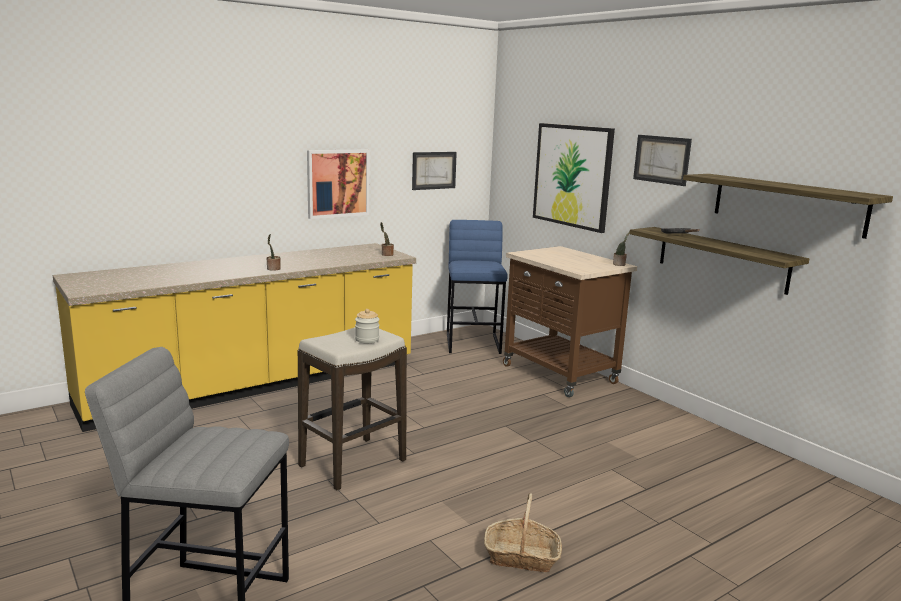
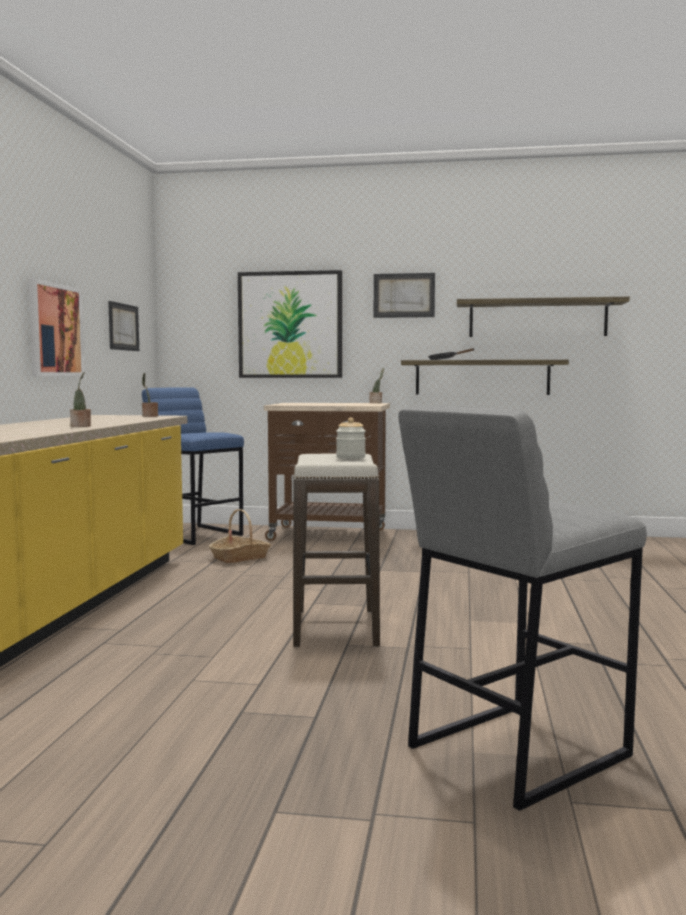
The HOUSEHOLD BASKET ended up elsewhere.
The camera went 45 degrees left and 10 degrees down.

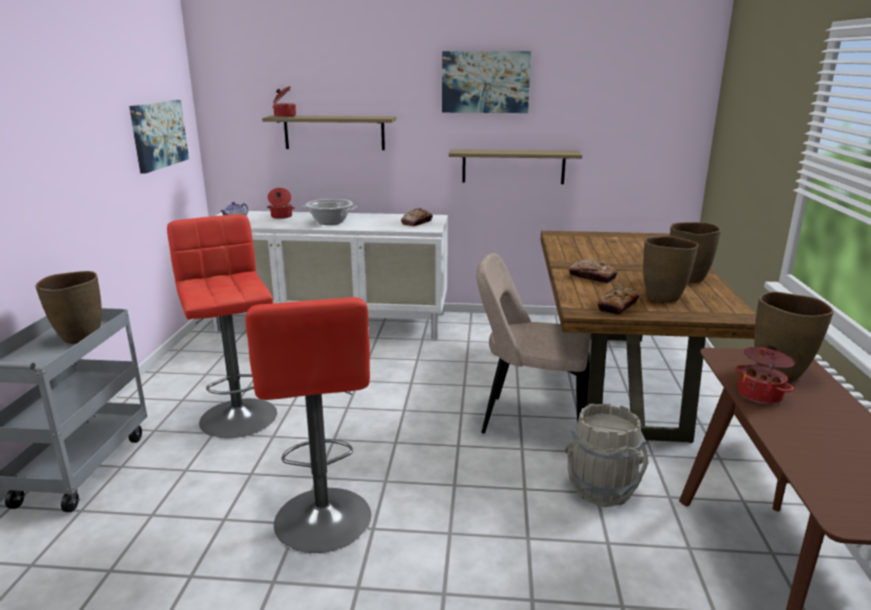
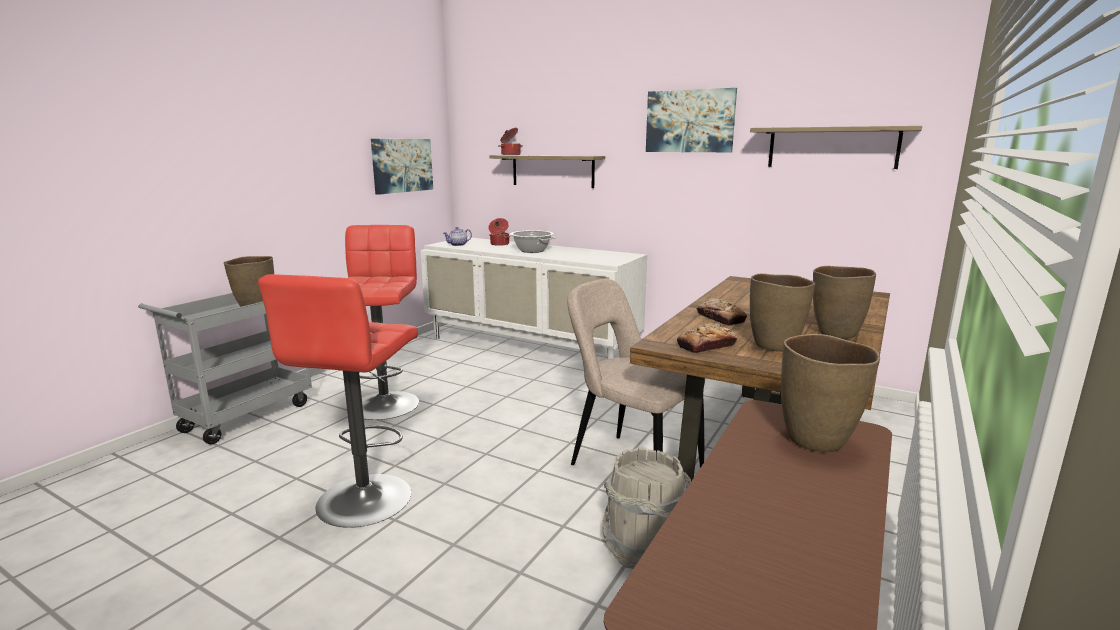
The second view lost the BAKERY BREAD (no. 1 from left).
The second view lost the STOCKPOT (no. 4 from left).
The WALL SHELF (no. 2 from left) ended up elsewhere.
The camera went 25 degrees right and 5 degrees down.

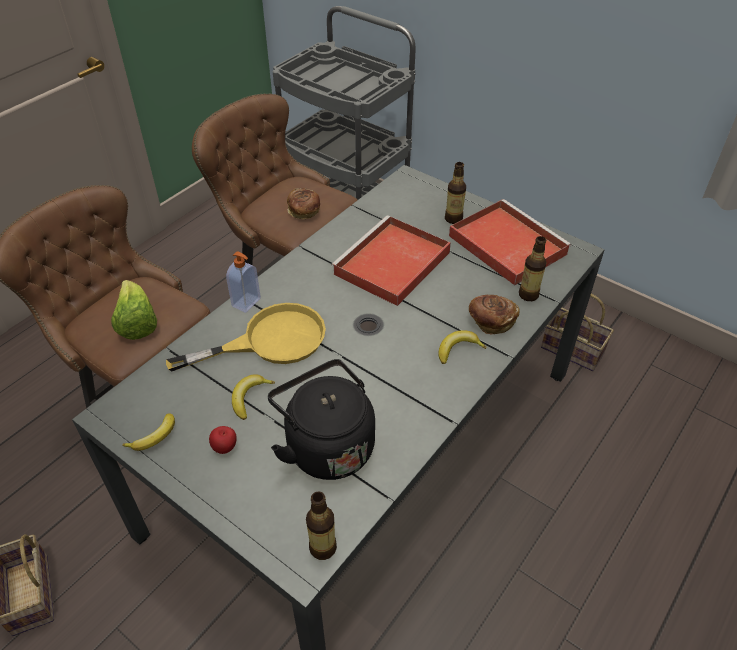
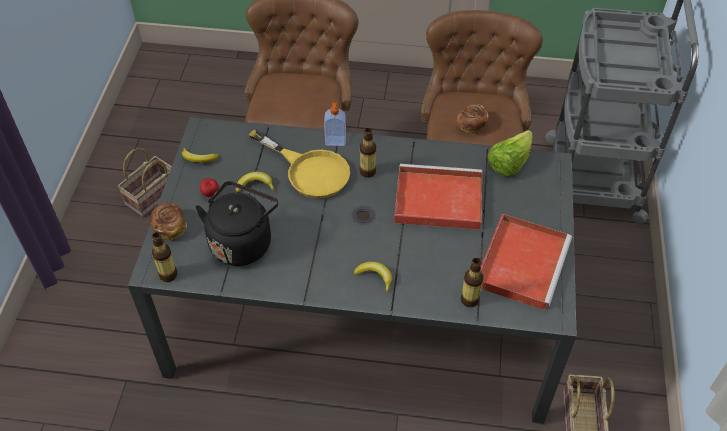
The LETTUCE ended up elsewhere.
The DRINK BOTTLE (no. 2 from left) ended up elsewhere.
The BAKERY BREAD (no. 2 from left in the first image) ended up elsewhere.
The camera went 60 degrees right and 5 degrees up.

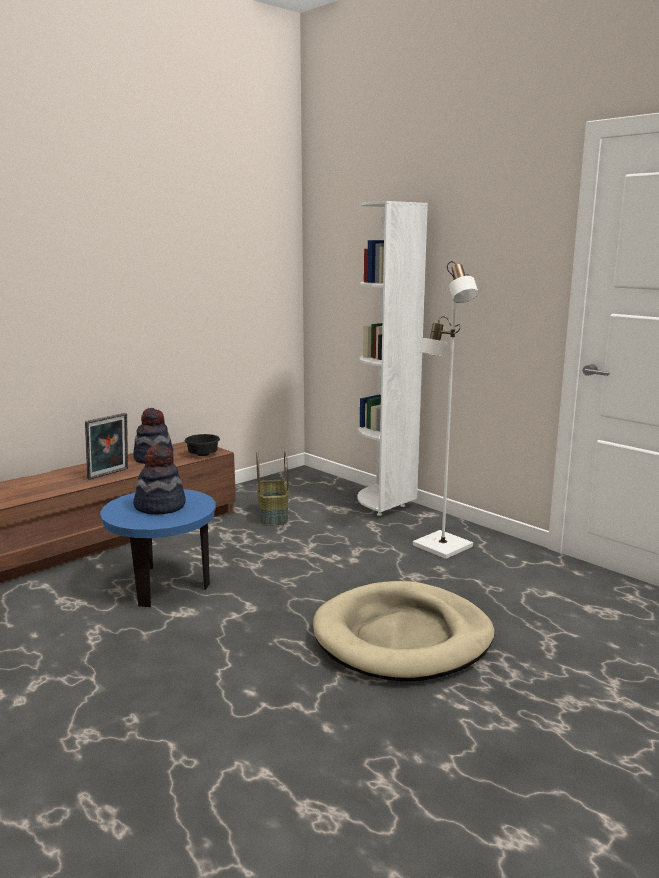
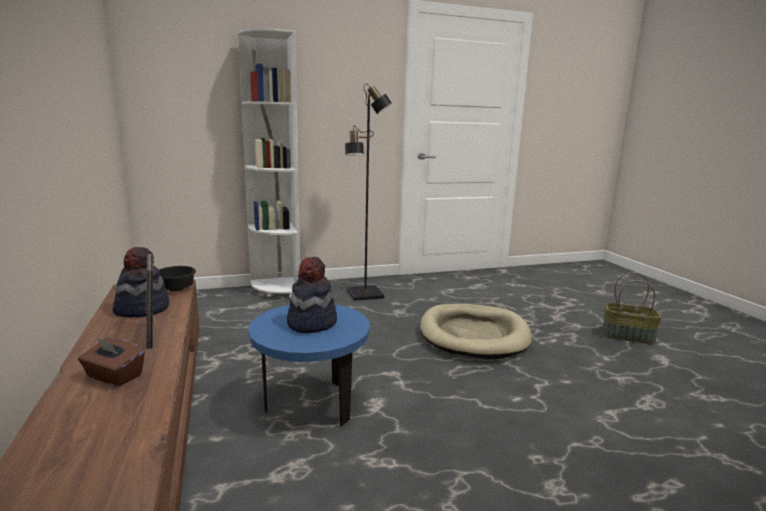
The second view gained the BROWN-COLOURED BOX OF TISSUES.
The HOUSEHOLD BASKET ended up elsewhere.
What was the WHITE-COLOURED FLOOR LAMP turned into the BLACK-COLOURED FLOOR LAMP.
The camera went 65 degrees left and 0 degrees up.

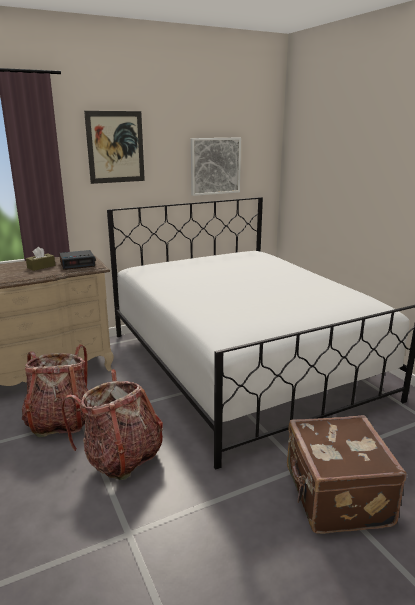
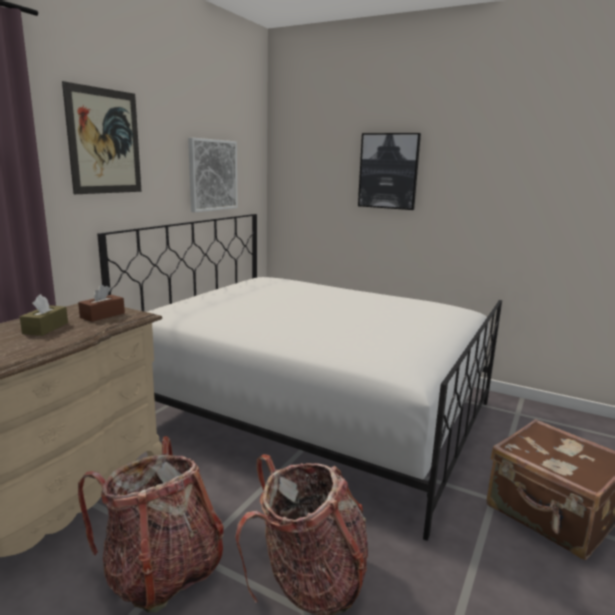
The second view gained the PICTURE (no. 3 from left).
Where the TABLE CLOCK stood, the BROWN-COLOURED BOX OF TISSUES (no. 2 from left) came to stand.
The camera went 35 degrees left and 5 degrees down.

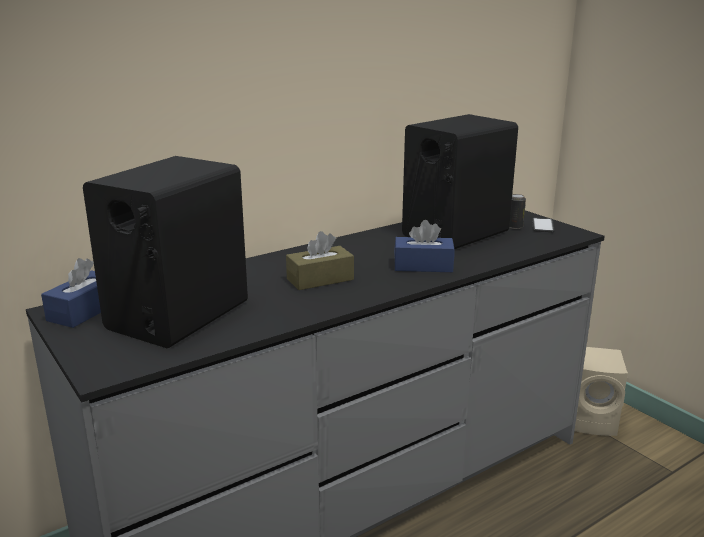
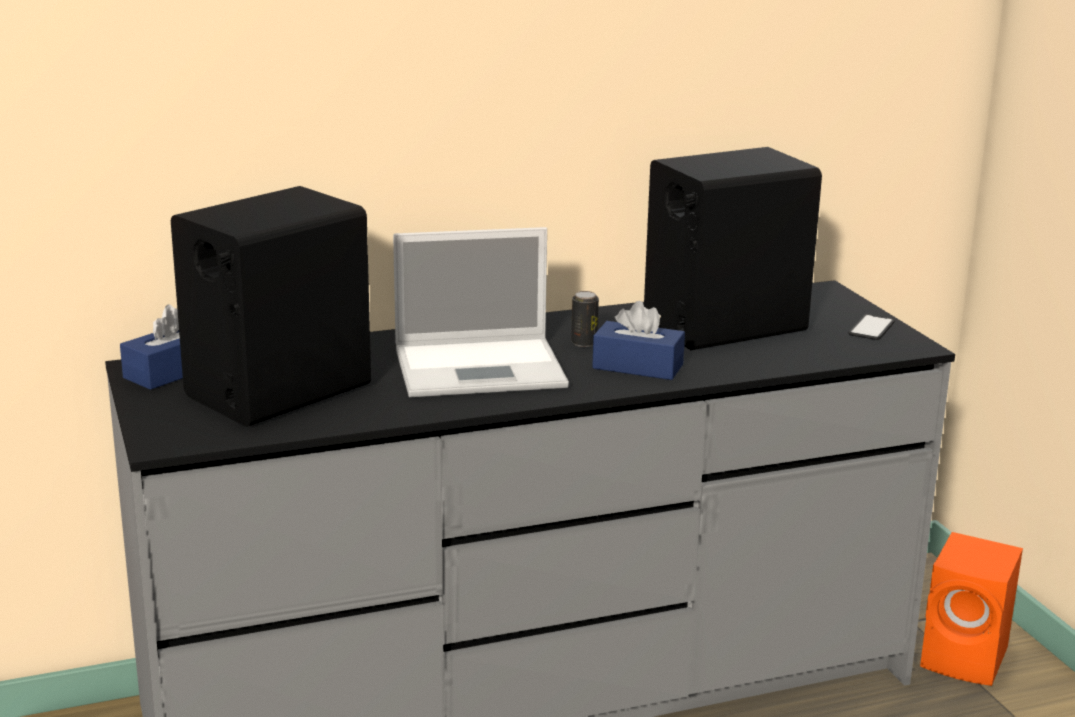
The METAL CAN ended up elsewhere.
Where the BROWN-COLOURED BOX OF TISSUES stood, the NOTEBOOK COMPUTER came to stand.
What was the BEIGE-COLOURED AUDIO SPEAKER turned into the ORANGEY AUDIO SPEAKER.
The camera went 15 degrees right and 0 degrees up.

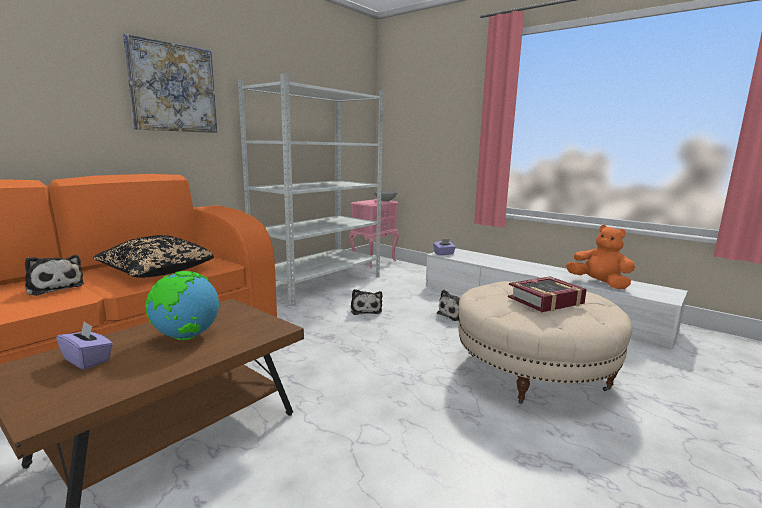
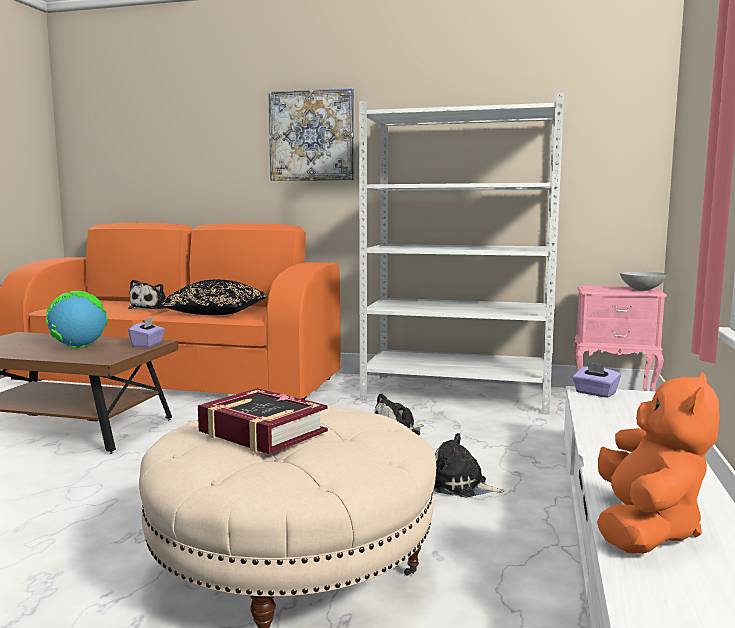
The PURPLISH BOX OF TISSUES (no. 1 from left) ended up elsewhere.
The camera went 65 degrees right and 5 degrees down.

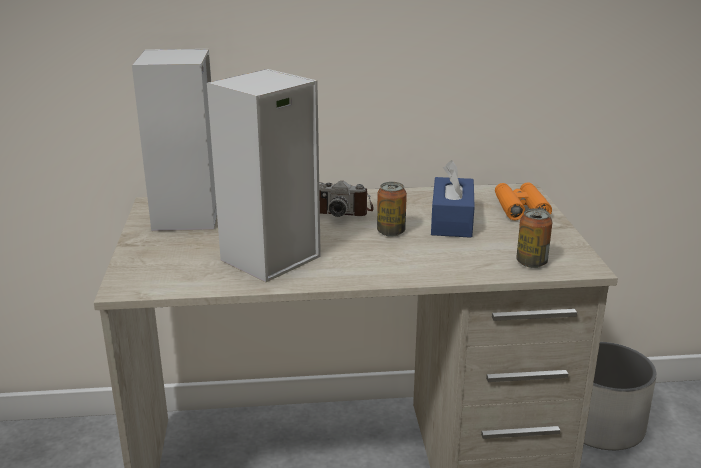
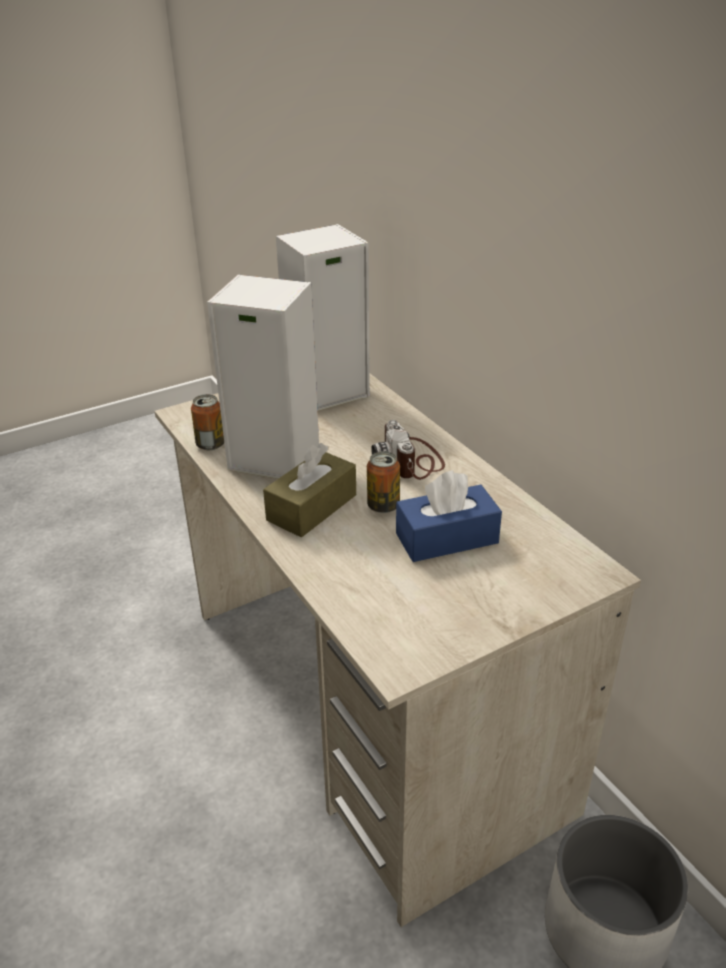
The second view lost the ORANGEY FIELD GLASSES.
The second view gained the BROWN-COLOURED BOX OF TISSUES.
The METAL CAN (no. 2 from left in the first image) ended up elsewhere.
The camera went 65 degrees right and 10 degrees up.

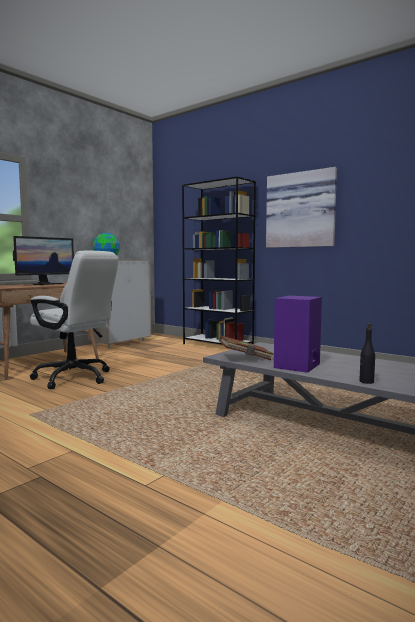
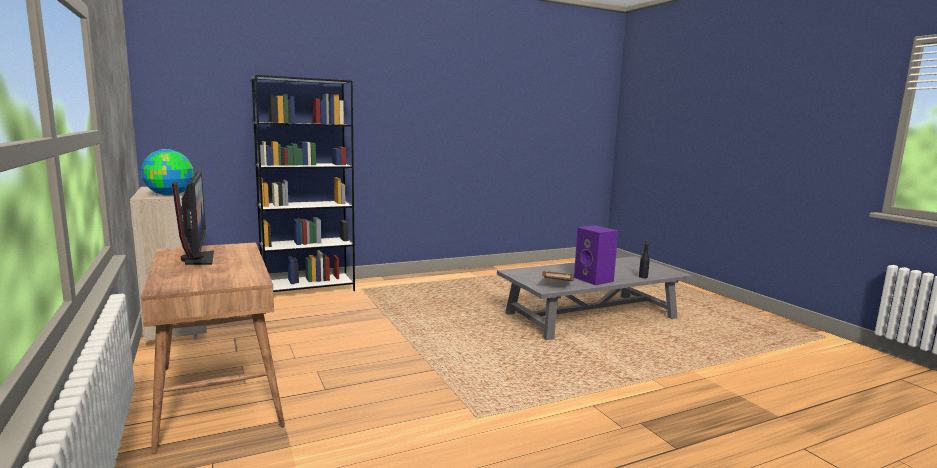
The second view lost the WHITE-COLOURED OFFICE CHAIR.
The second view lost the PICTURE.
The camera went 65 degrees left and 5 degrees up.

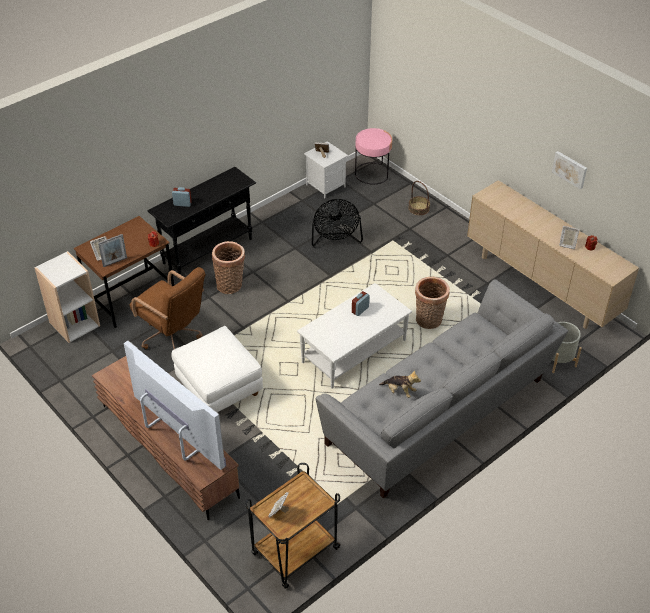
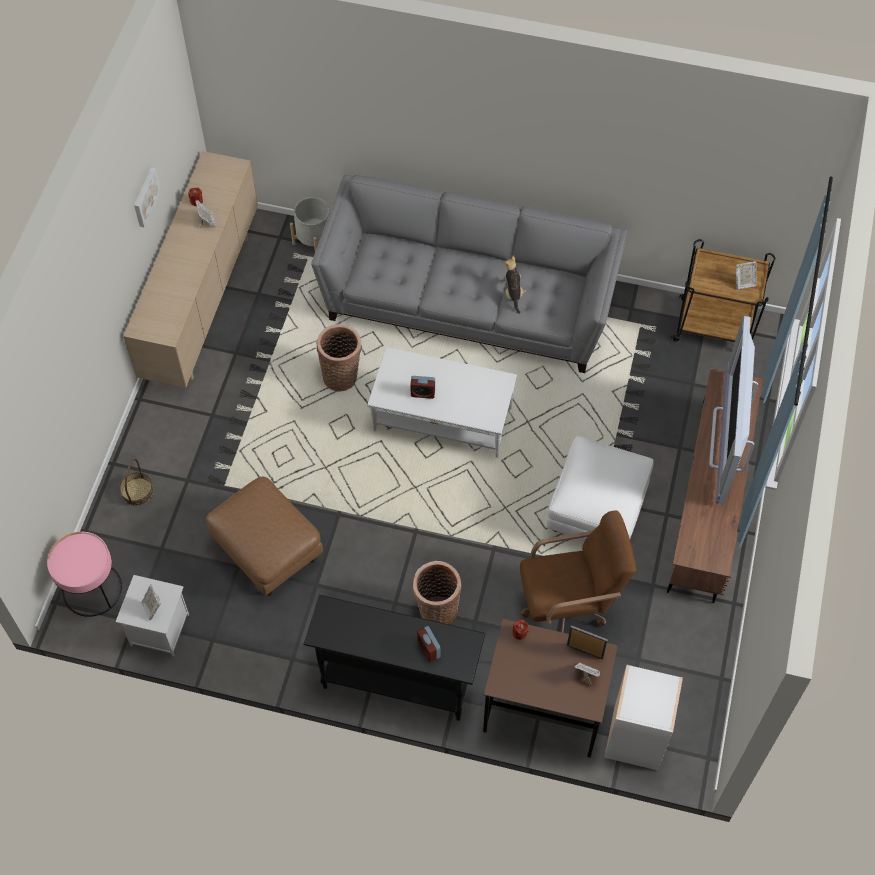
Where the BLACK-COLOURED FAN stood, the BROWN-COLOURED OTTOMAN came to stand.
The BROWN-COLOURED OFFICE CHAIR ended up facing another way, 75 degrees clockwise from before.
The camera went 125 degrees left and 15 degrees up.

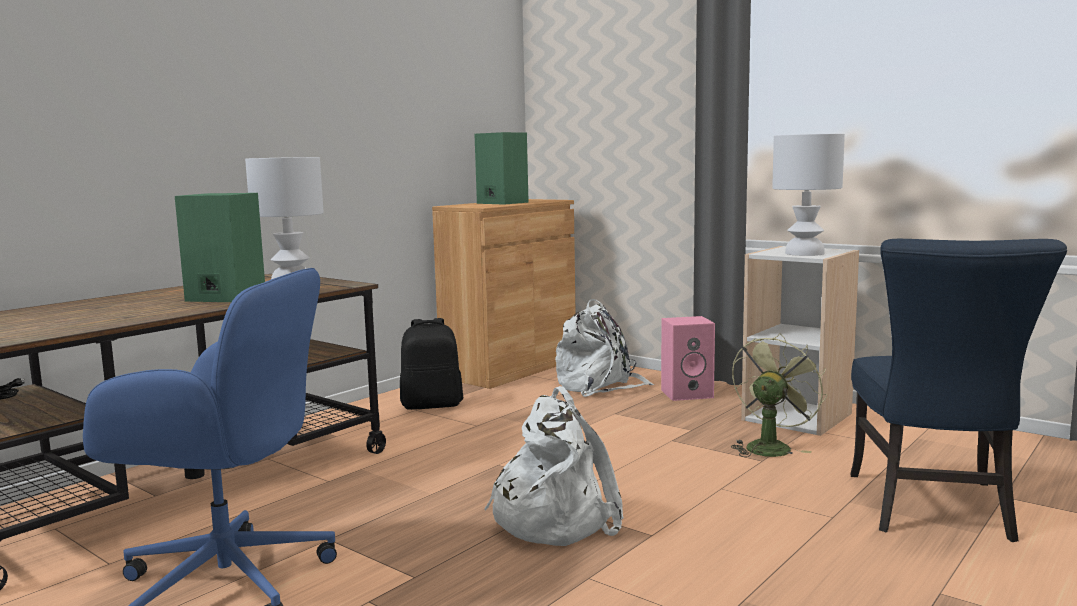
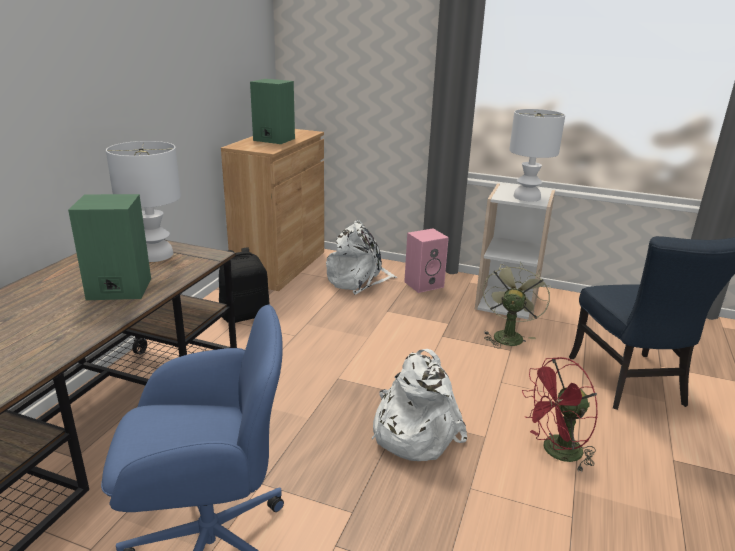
The second view gained the RED-COLOURED FAN.
The camera went 20 degrees left and 15 degrees up.

